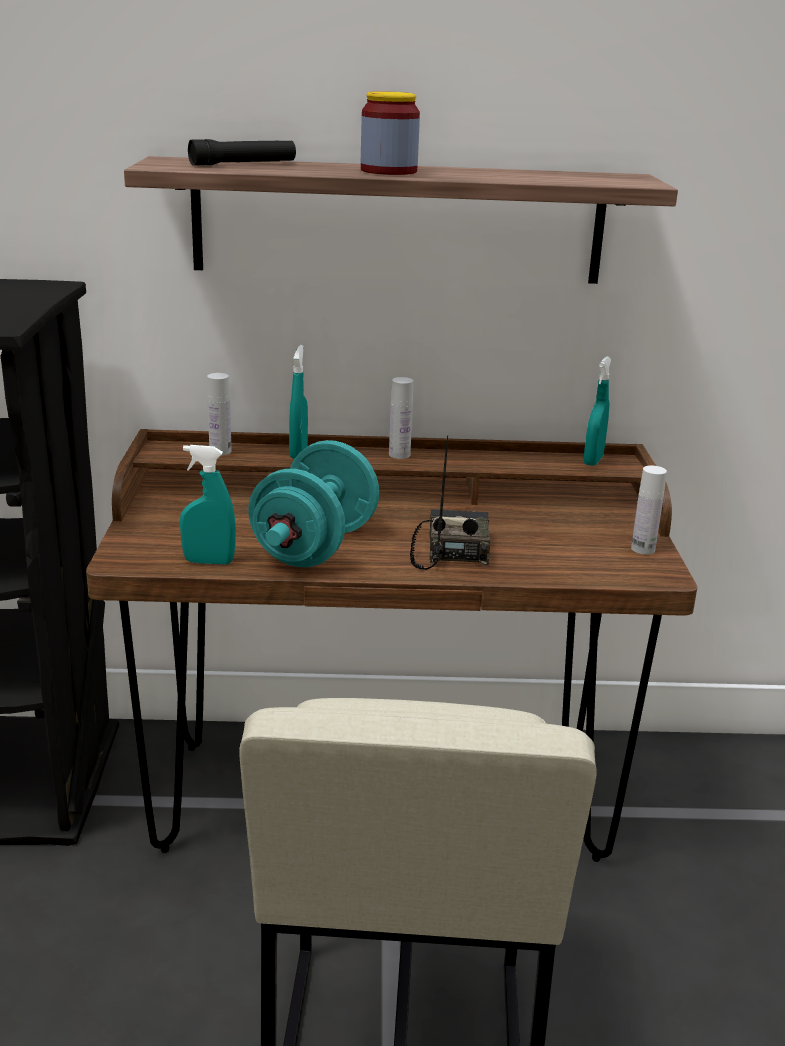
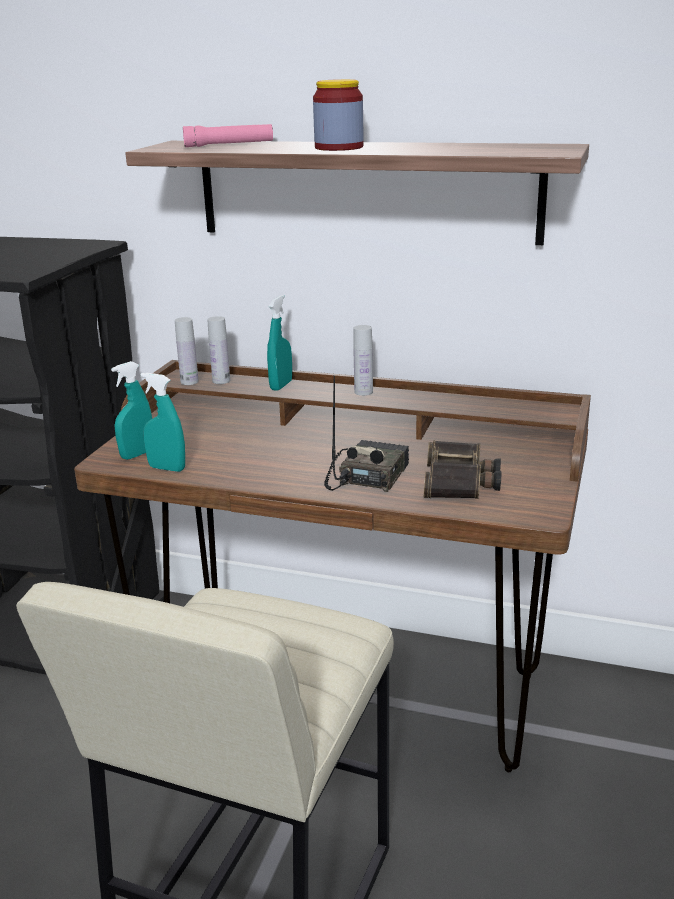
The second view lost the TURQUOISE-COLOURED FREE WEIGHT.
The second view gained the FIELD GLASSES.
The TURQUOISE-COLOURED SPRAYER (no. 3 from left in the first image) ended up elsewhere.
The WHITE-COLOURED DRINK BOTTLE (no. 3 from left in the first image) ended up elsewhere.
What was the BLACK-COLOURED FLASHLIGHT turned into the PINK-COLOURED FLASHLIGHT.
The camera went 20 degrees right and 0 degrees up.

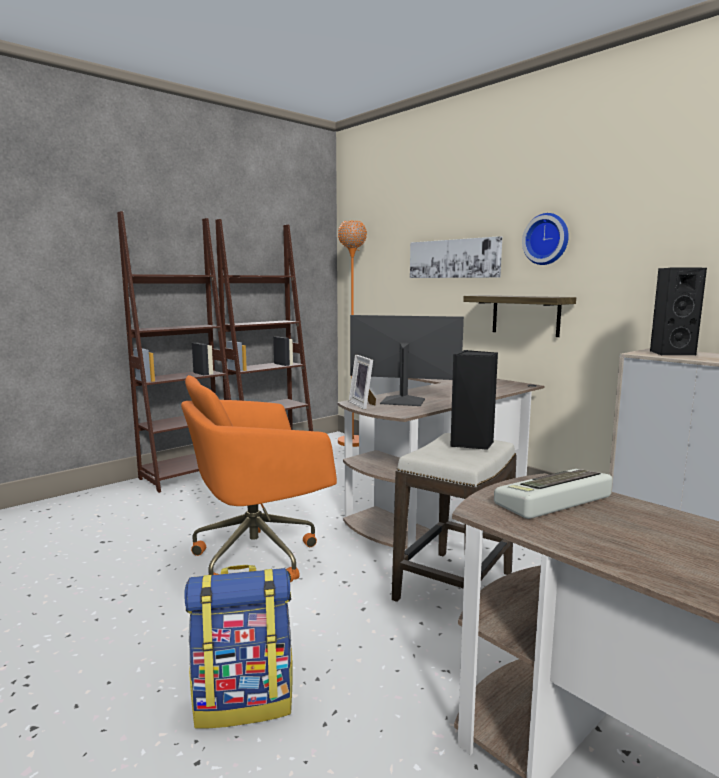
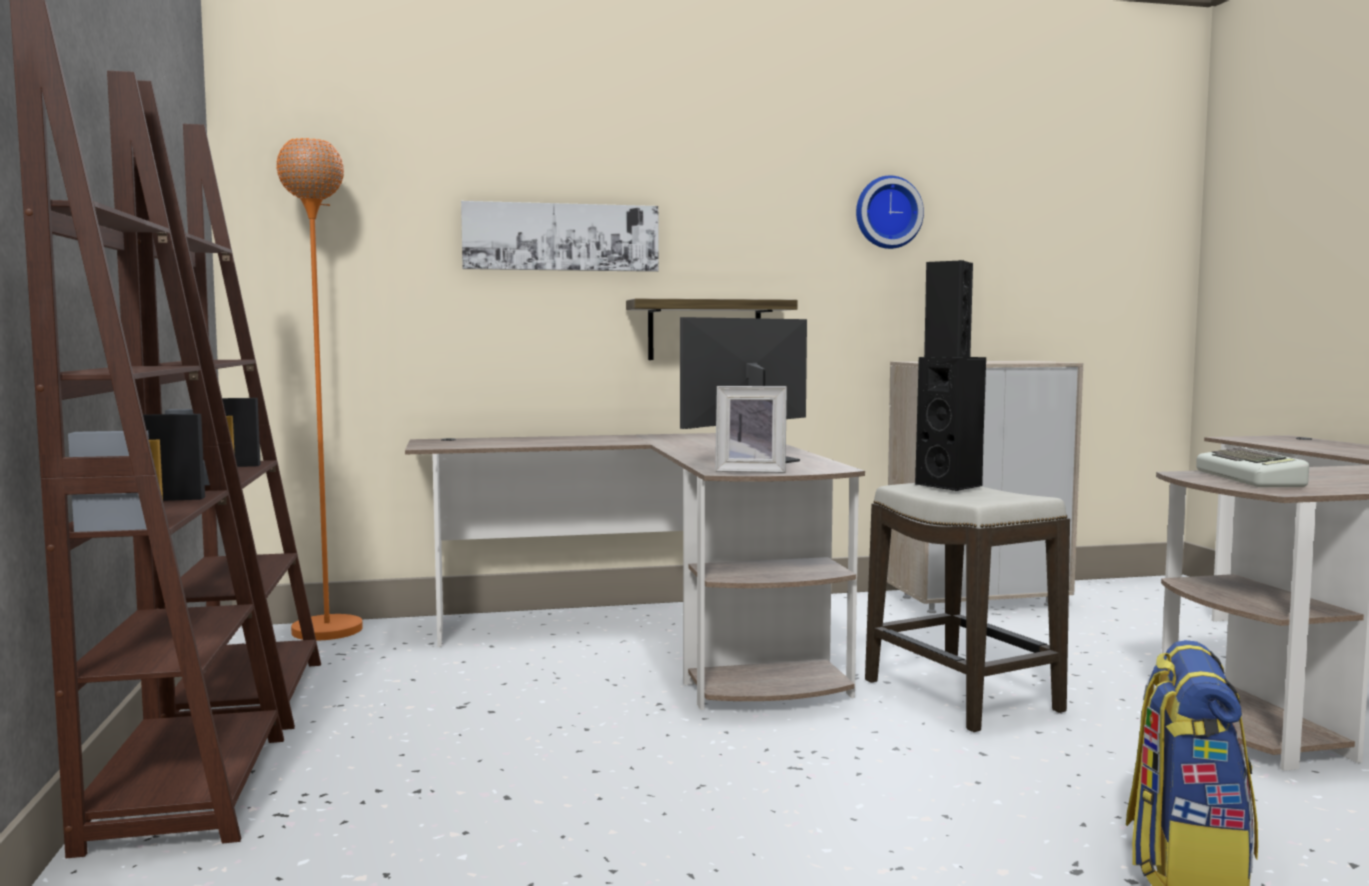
The second view lost the ORANGEY OFFICE CHAIR.
The WALL CLOCK ended up elsewhere.
The camera went 60 degrees left and 5 degrees down.

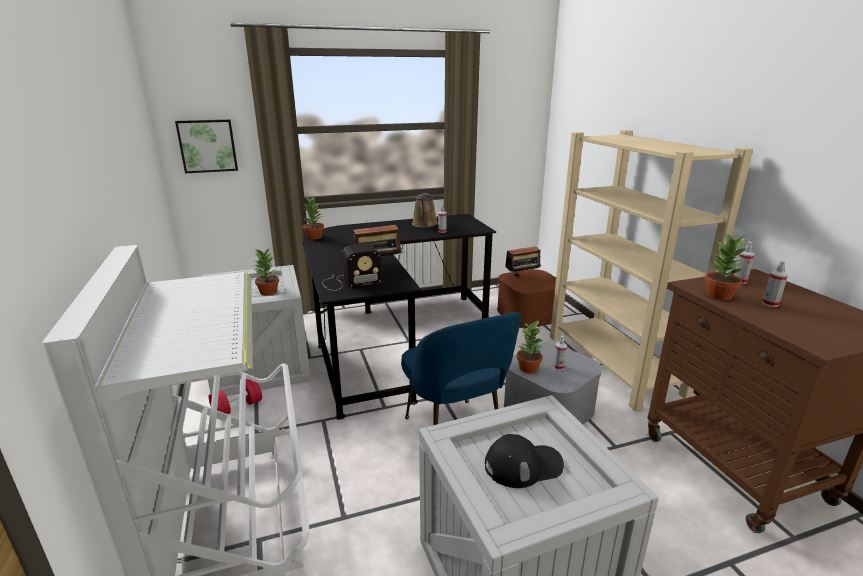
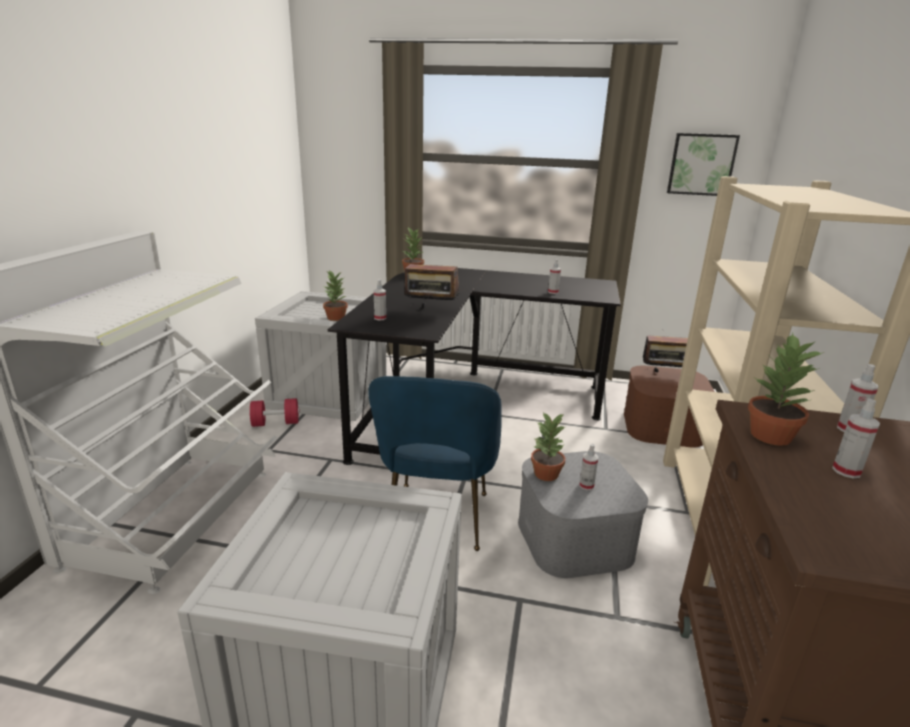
The second view lost the BROWN-COLOURED WATERING POT.
The second view lost the BLACK-COLOURED BASEBALL CAP.
The PICTURE ended up elsewhere.
Where the RADIO (no. 1 from left) stood, the SPRAYER (no. 1 from left) came to stand.
The camera went 30 degrees right and 0 degrees up.

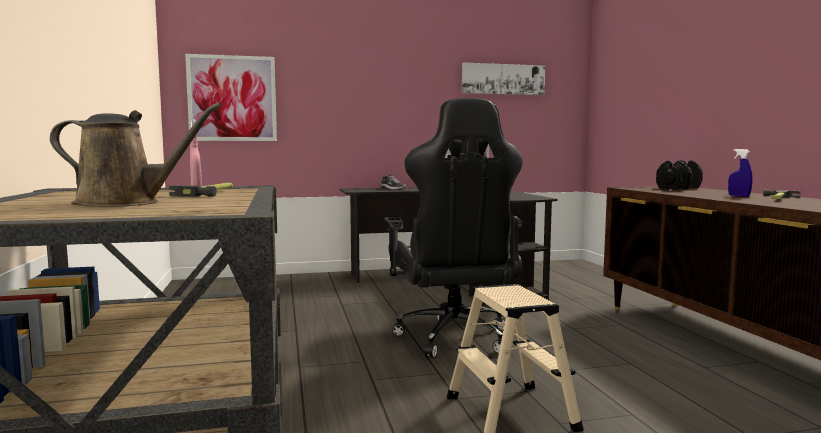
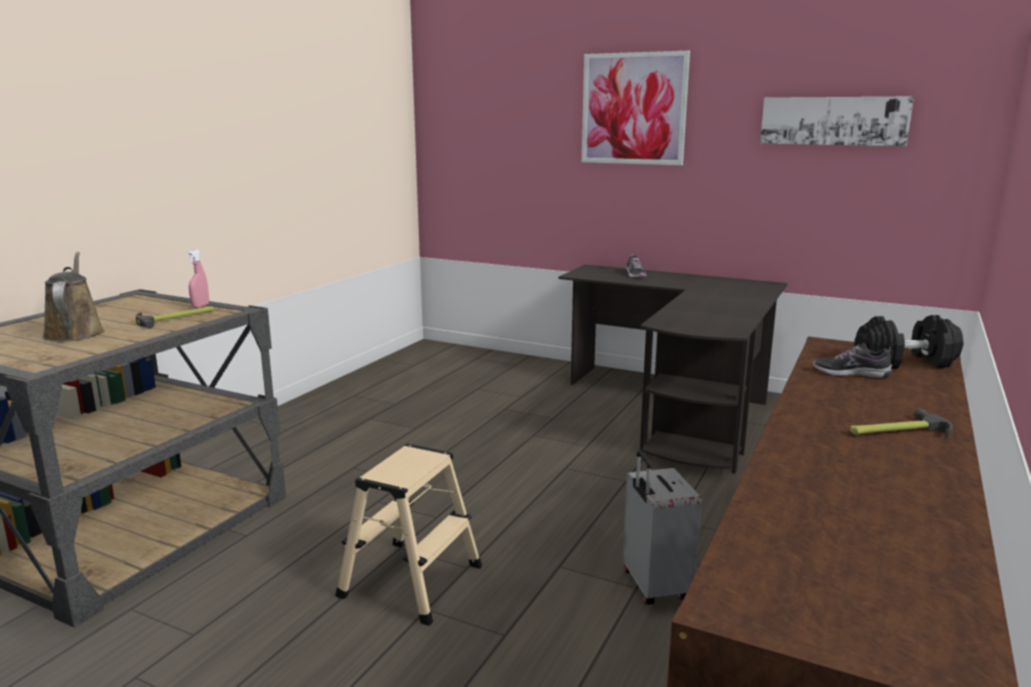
The second view lost the BLACK-COLOURED OFFICE CHAIR.
The second view lost the BLUE-COLOURED SPRAYER.
The second view gained the GRAY PIECE OF LUGGAGE.
The second view gained the SHOE (no. 2 from left).
The PICTURE (no. 1 from left) ended up elsewhere.
The BROWN-COLOURED WATERING POT ended up facing another way, 150 degrees counterclockwise from before.
The camera went 40 degrees right and 10 degrees up.

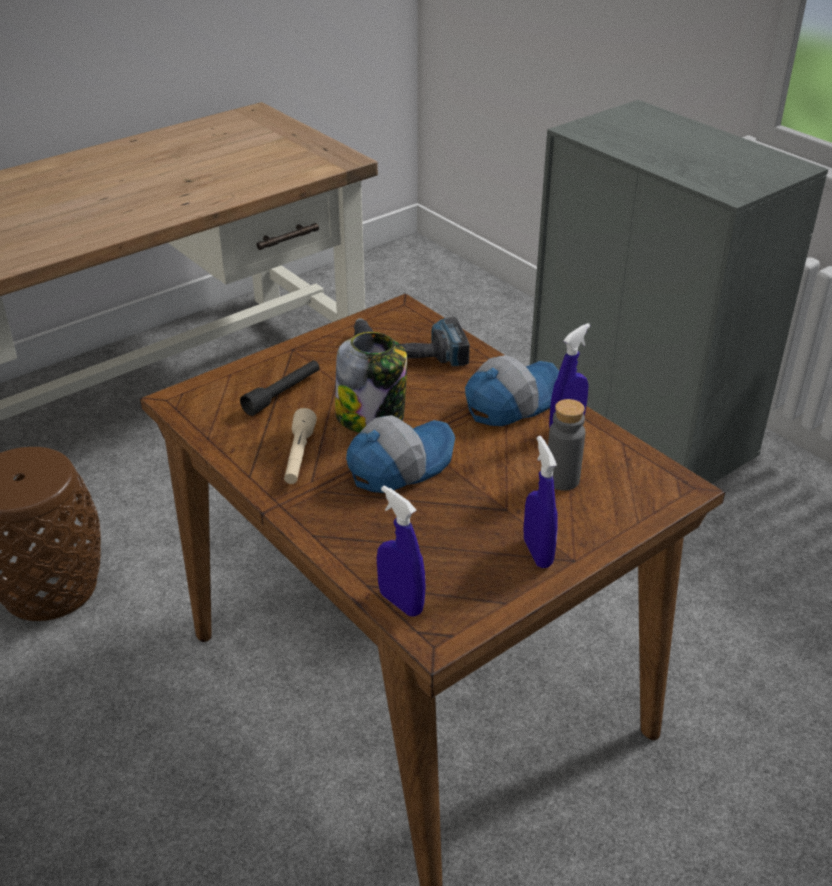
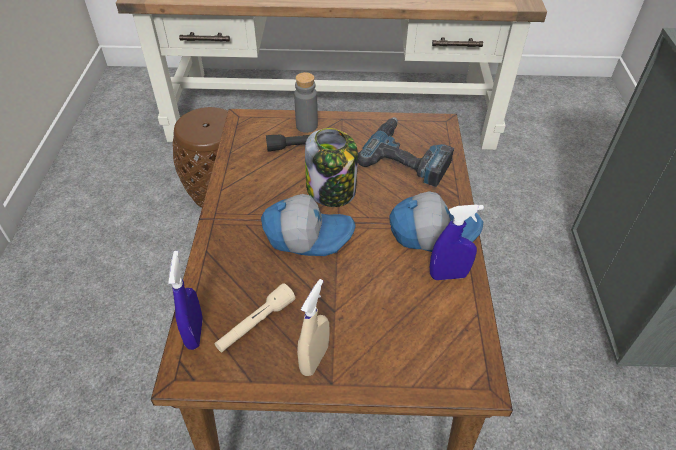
The BEIGE-COLOURED FLASHLIGHT ended up elsewhere.
The GRAY DRINK BOTTLE ended up elsewhere.
What was the BLUE-COLOURED SPRAYER (no. 2 from left) turned into the BEIGE-COLOURED SPRAYER.
The camera went 40 degrees right and 10 degrees up.

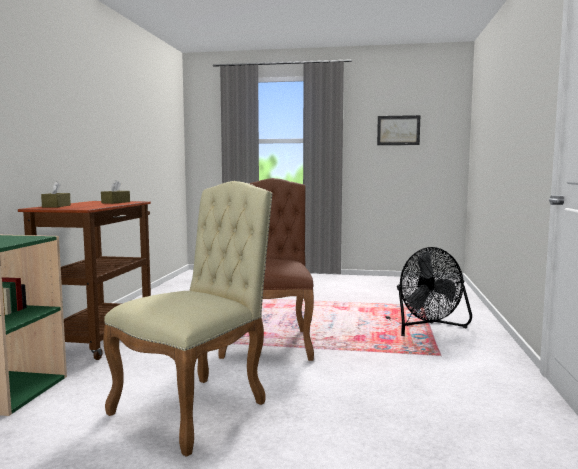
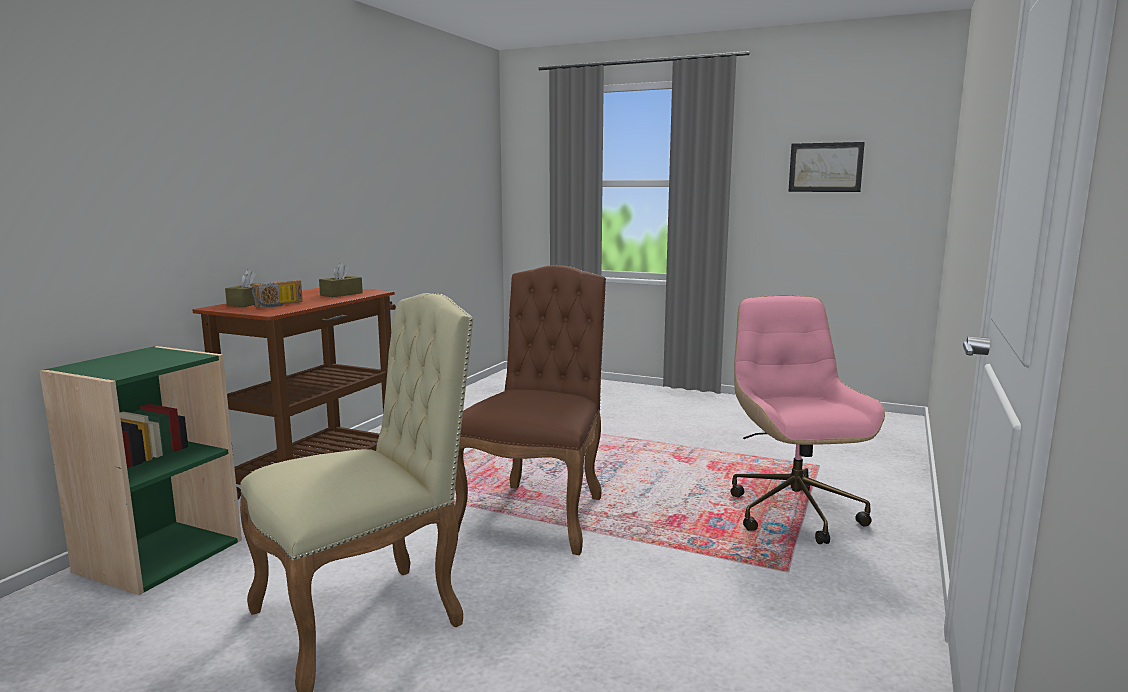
The second view gained the RADIO.
Where the BLACK-COLOURED FAN stood, the PINK-COLOURED OFFICE CHAIR came to stand.
The camera went 15 degrees right and 5 degrees up.

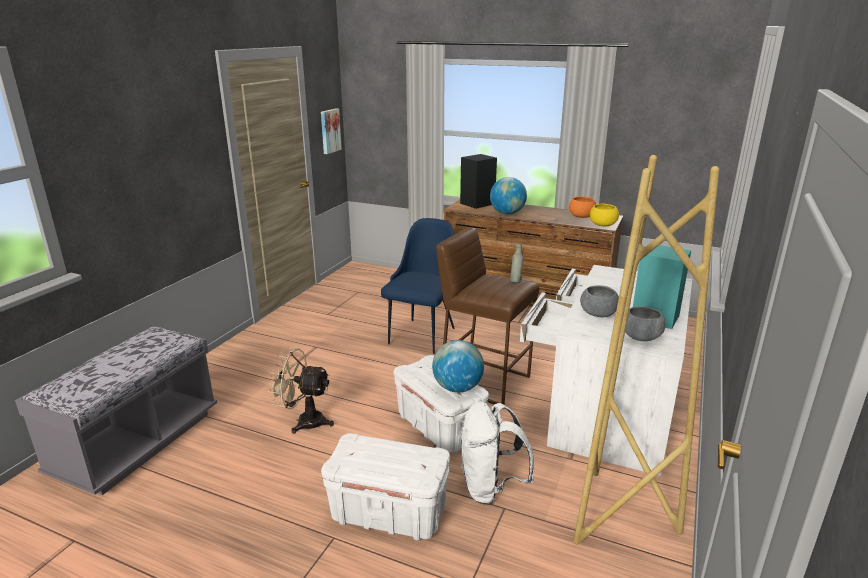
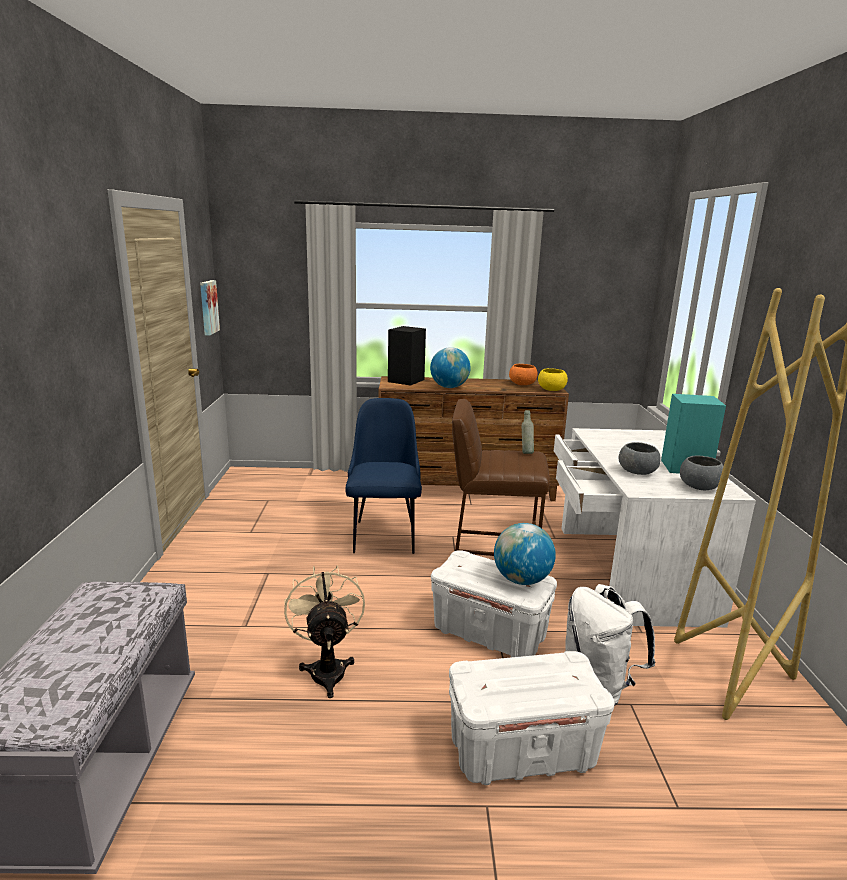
The BEIGE-COLOURED FAN ended up facing another way, 90 degrees clockwise from before.
The camera went 25 degrees left and 5 degrees down.

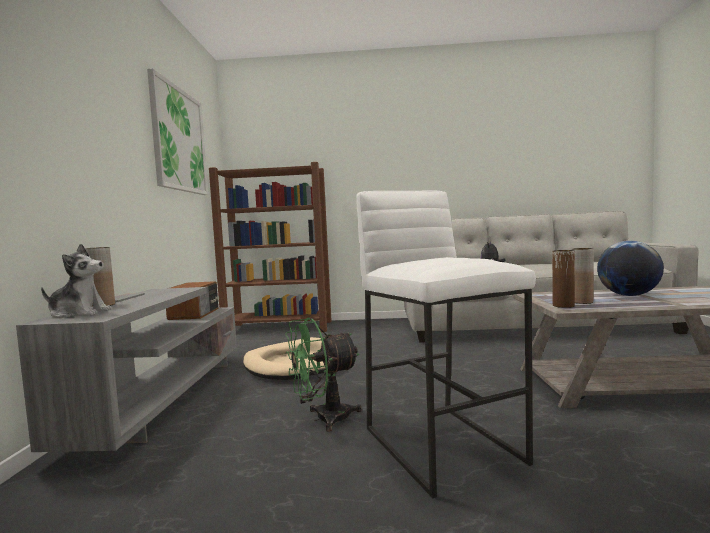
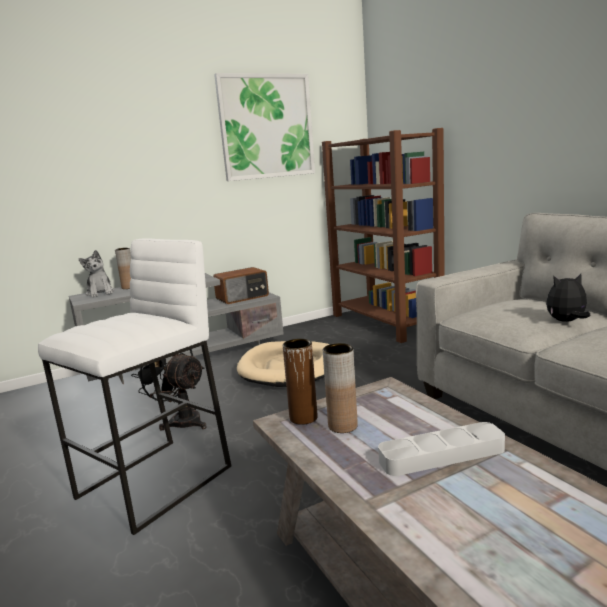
Where the GLOBE stood, the GRAY SERVING TRAY came to stand.
What was the GREENISH FAN turned into the BLACK-COLOURED FAN.
The camera went 60 degrees right and 10 degrees up.

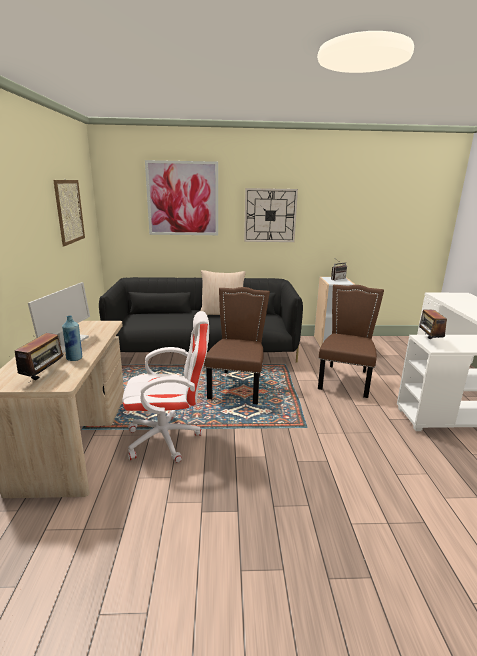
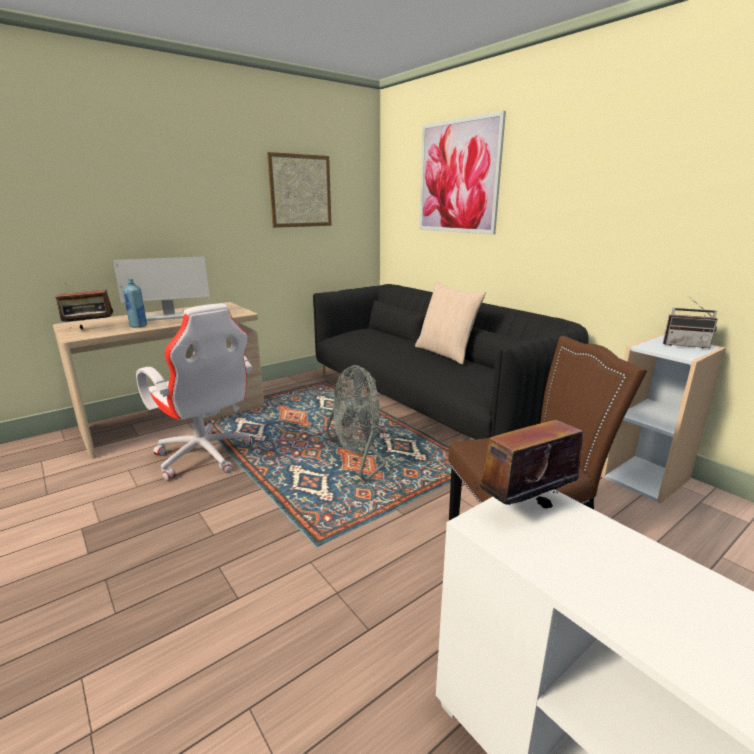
The second view lost the WALL CLOCK.
Where the BROWN-COLOURED PLAIN CHAIR (no. 1 from left) stood, the GRAY FAN came to stand.
The camera went 55 degrees right and 0 degrees up.

